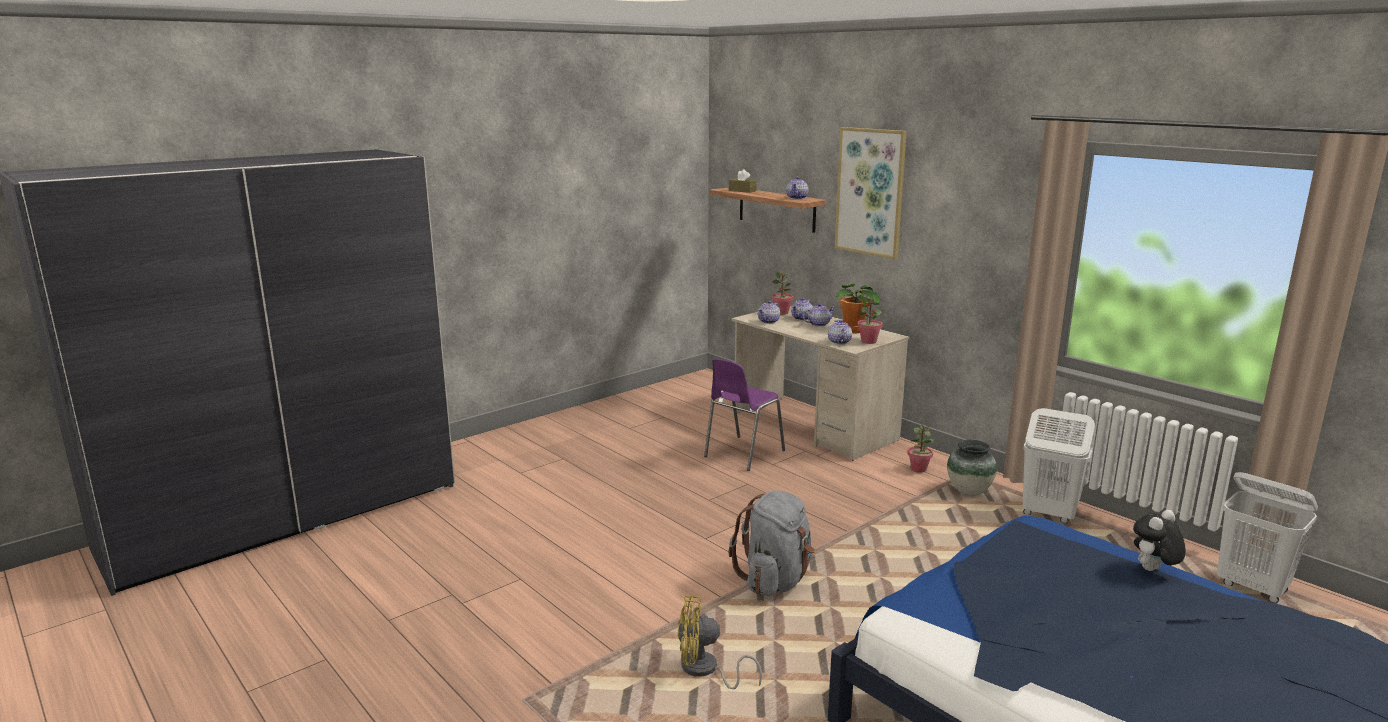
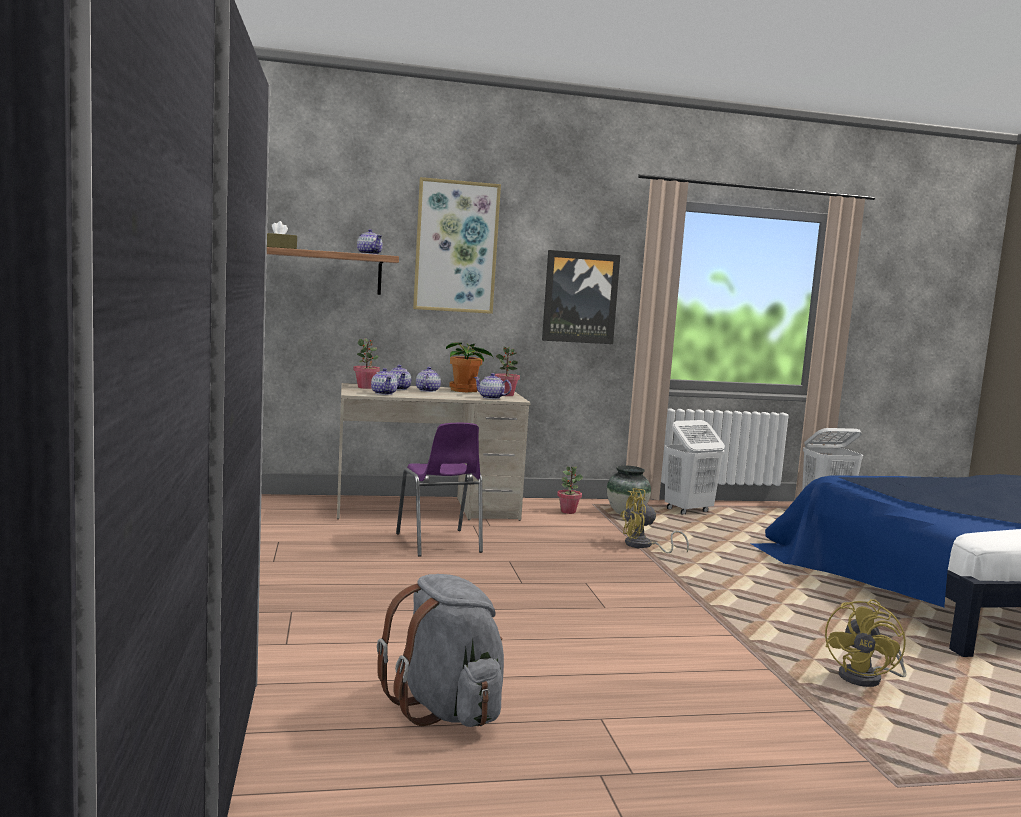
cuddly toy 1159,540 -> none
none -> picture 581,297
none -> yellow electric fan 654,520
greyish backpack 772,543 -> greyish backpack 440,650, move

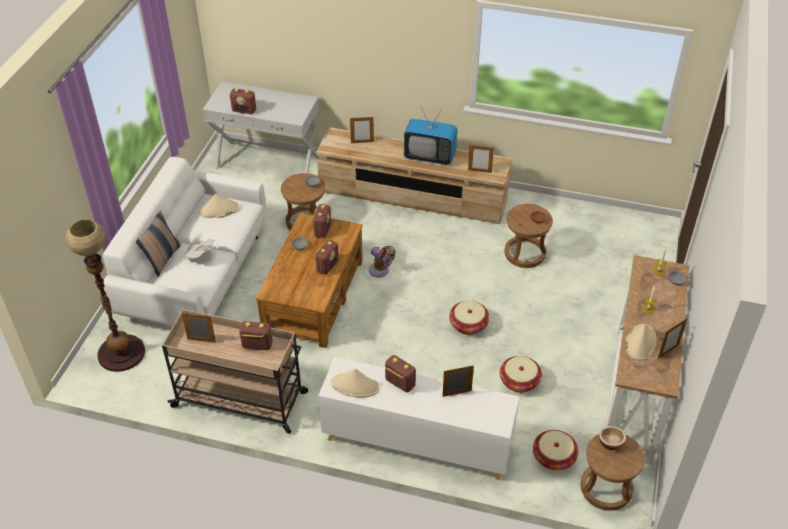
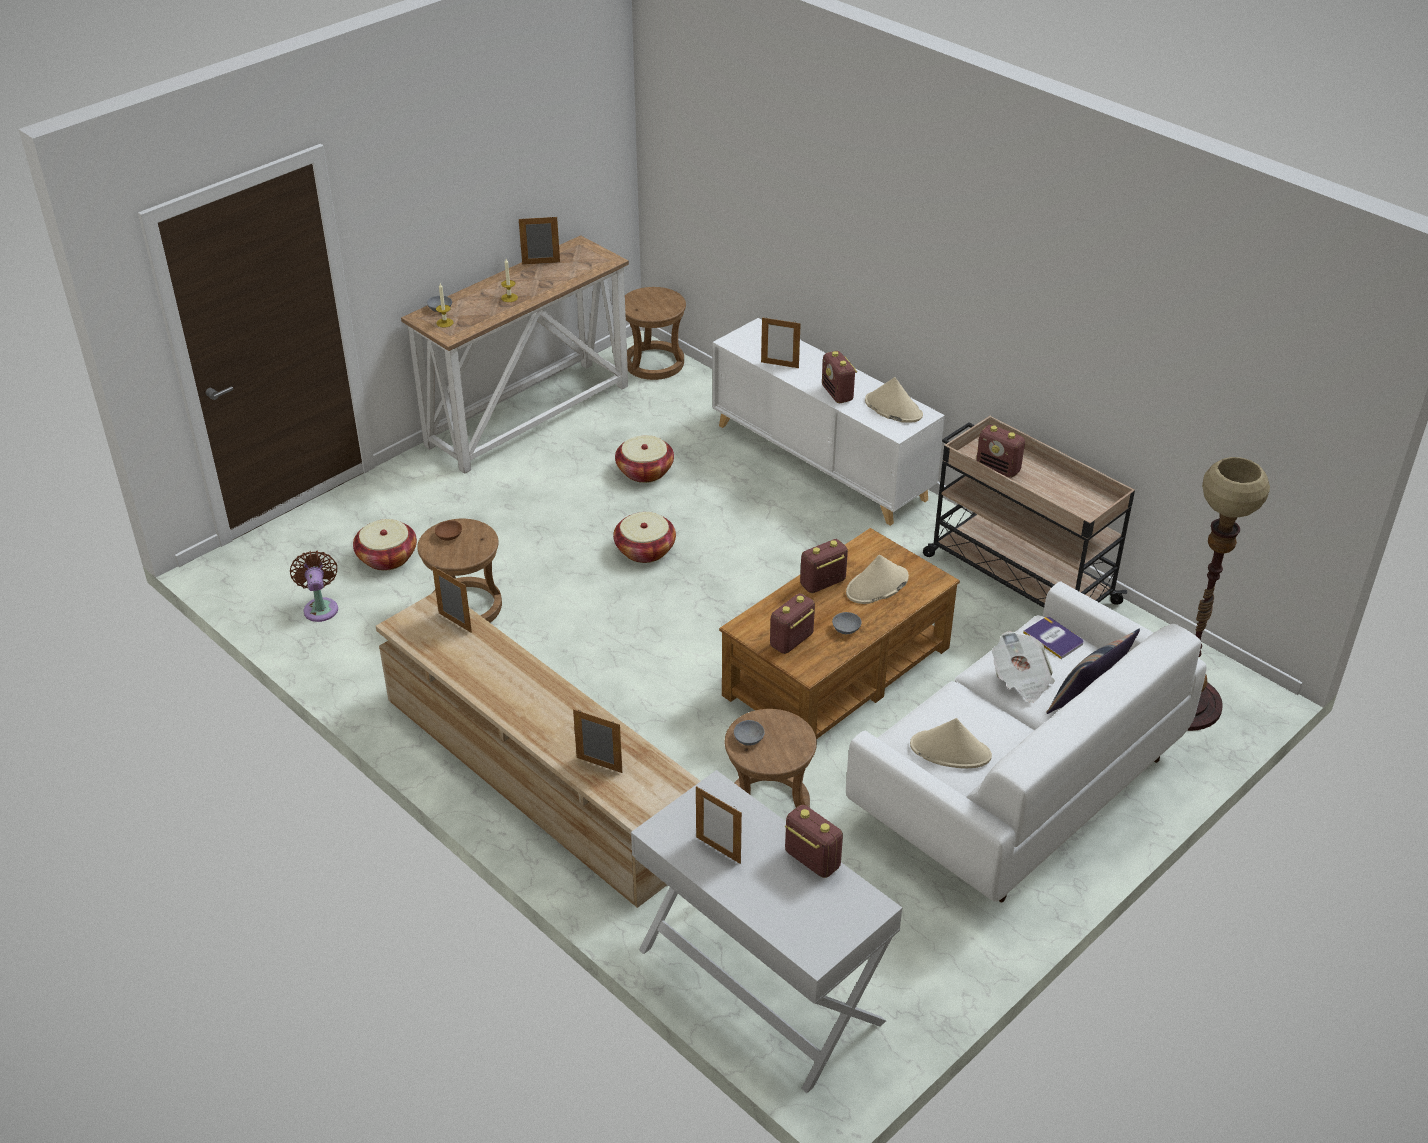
TV set 430,136 -> none
deep dish 612,438 -> none
none -> volume 1053,638
photo frame 199,328 -> photo frame 719,825, move
brown electric fan 382,261 -> brown electric fan 314,586, move
storage basket 555,450 -> storage basket 385,545, move
beige-coloured hat 641,341 -> beige-coloured hat 877,579, move

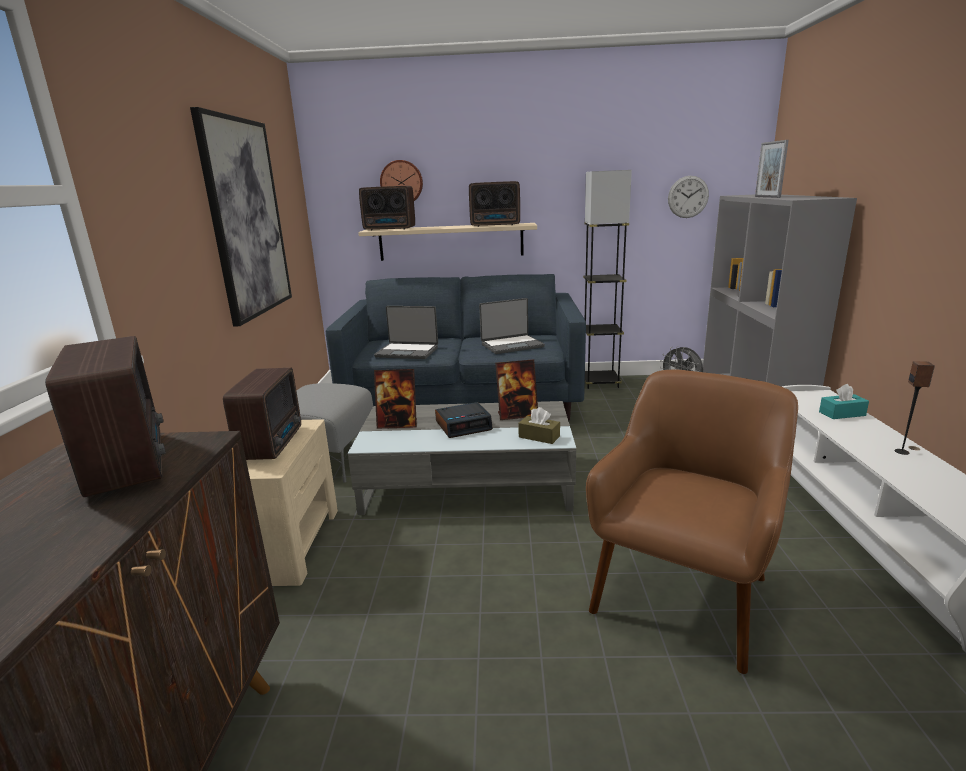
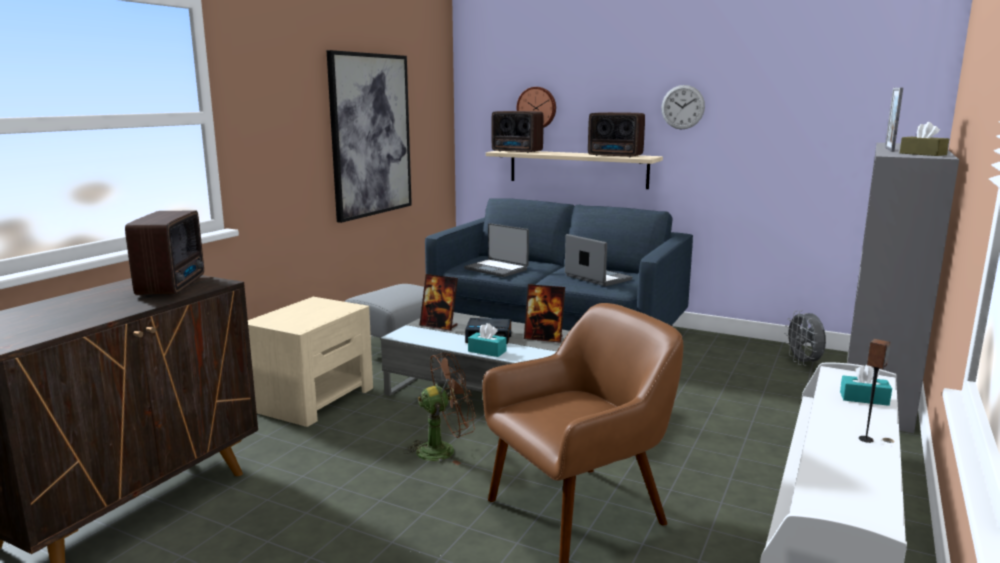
radio 262,414 -> none
greyish standard lamp 607,279 -> none
none -> brown electric fan 439,409
none -> turquoise-coloured tissue box 487,340
brown tissue box 539,425 -> brown tissue box 924,139, move
wall clock 688,197 -> wall clock 683,107, move
portable computer 512,326 -> portable computer 598,260, 135 degrees counterclockwise

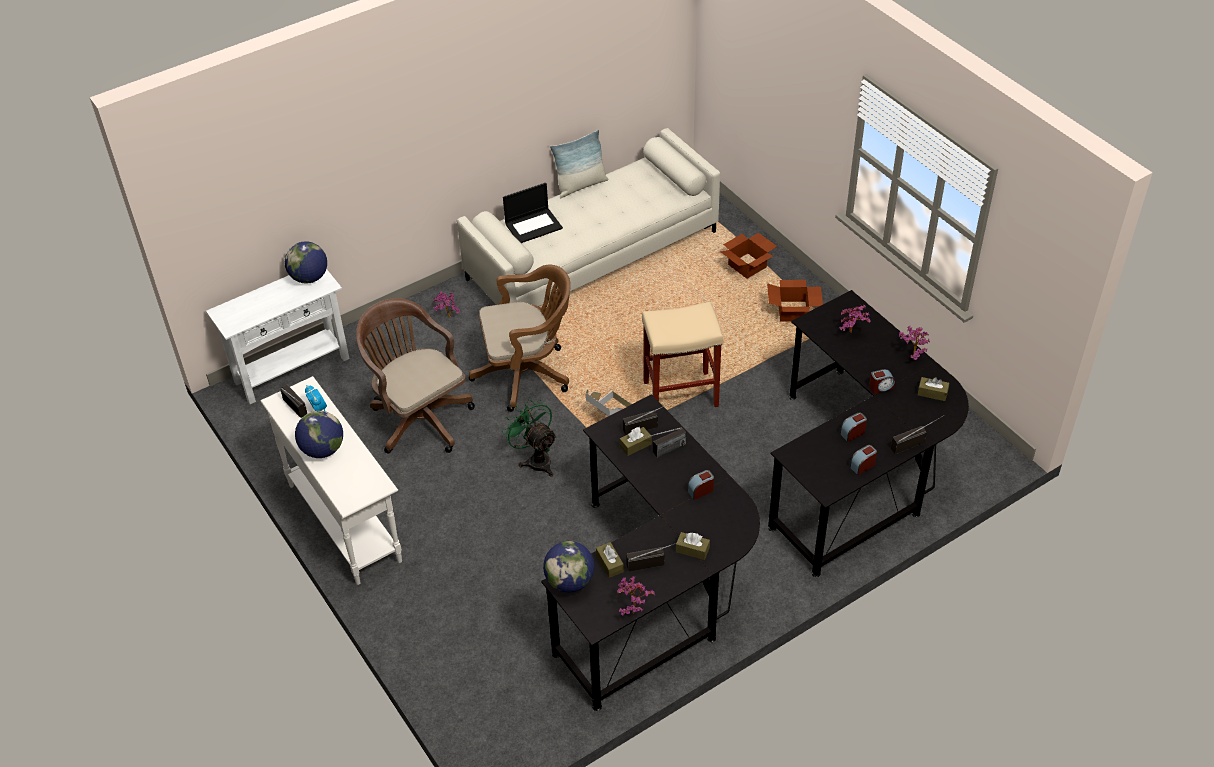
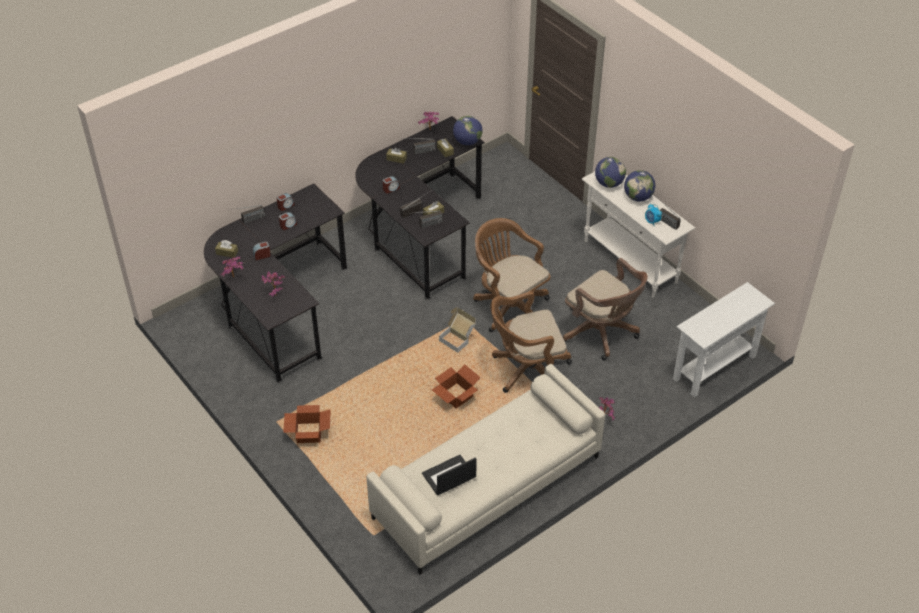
throw pillow 579,164 -> none
beige-coloured sitting stool 682,354 -> none
desk globe 306,262 -> desk globe 610,172, move
portable computer 533,213 -> portable computer 449,475, move
cardboard box 748,256 -> cardboard box 456,386, move
green electric fan 529,438 -> brown desk chair 511,275

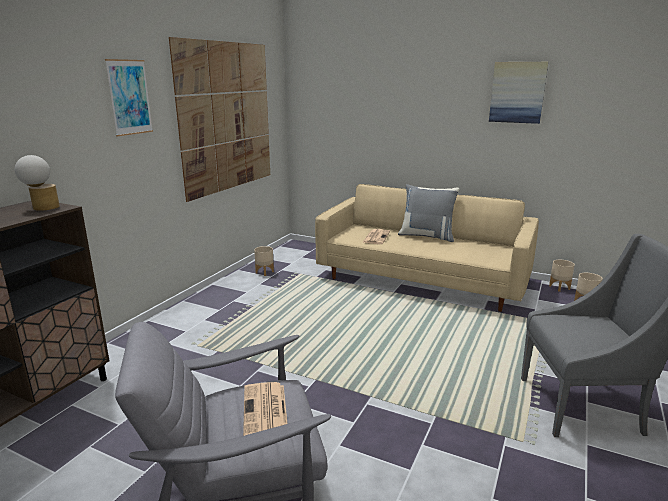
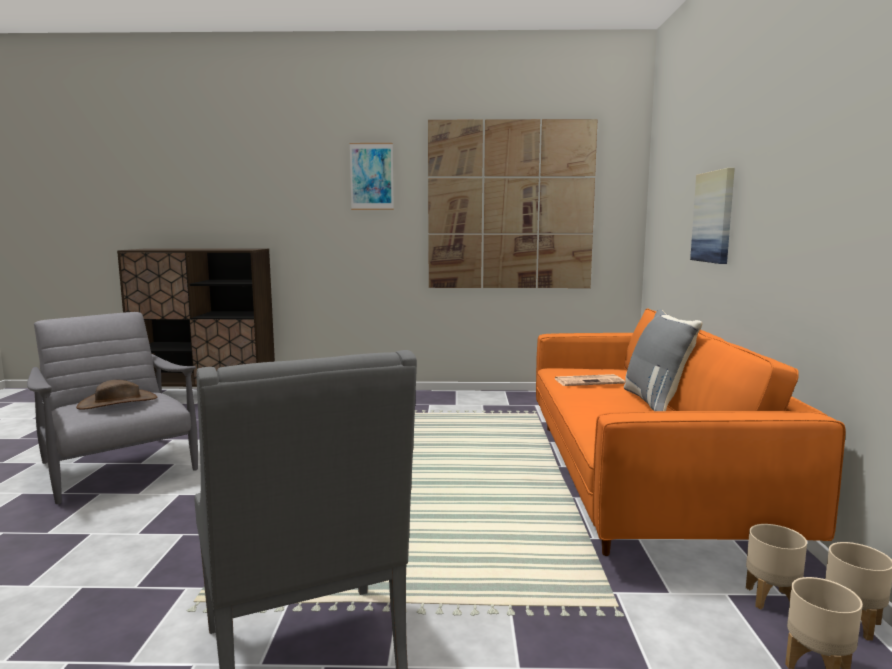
table lamp 37,183 -> none
beige-coloured planter 264,261 -> beige-coloured planter 776,566, move
picture 518,93 -> picture 712,216, move
daily paper 265,409 -> brown hat 116,395
beige-coloured settee 427,248 -> orange-coloured settee 690,432

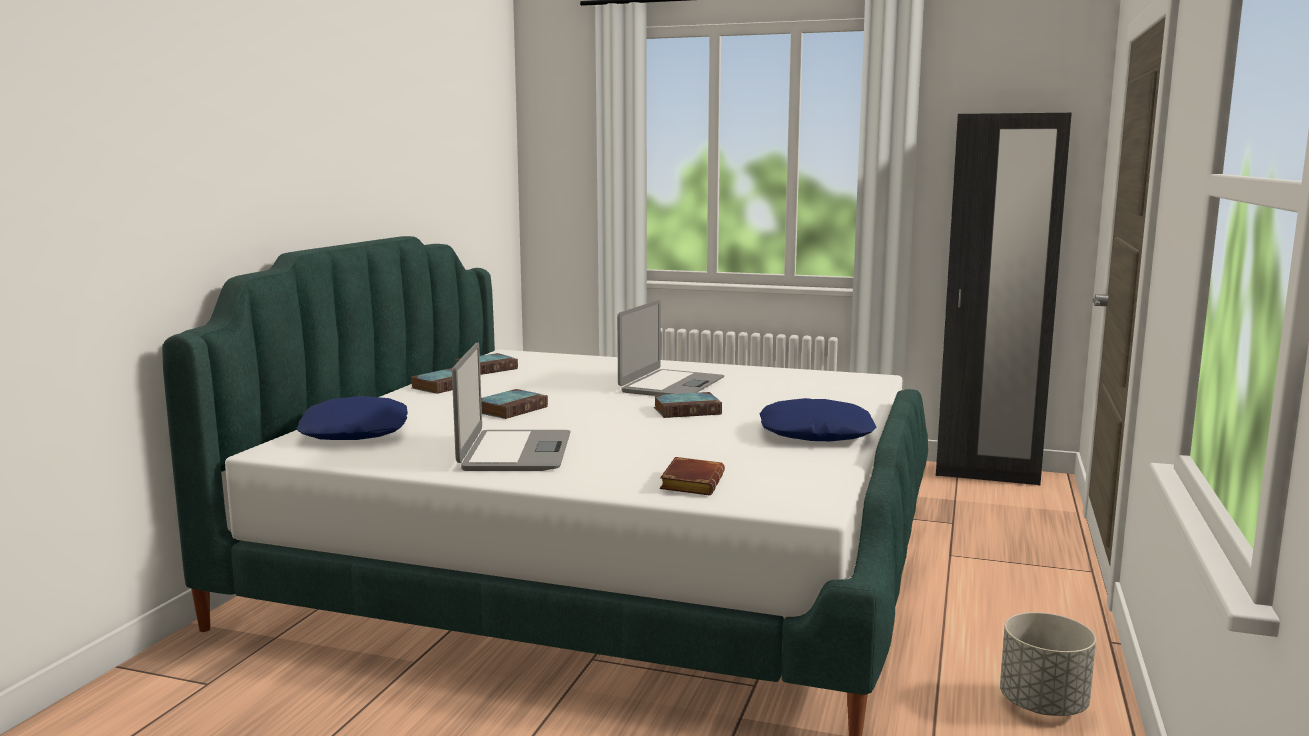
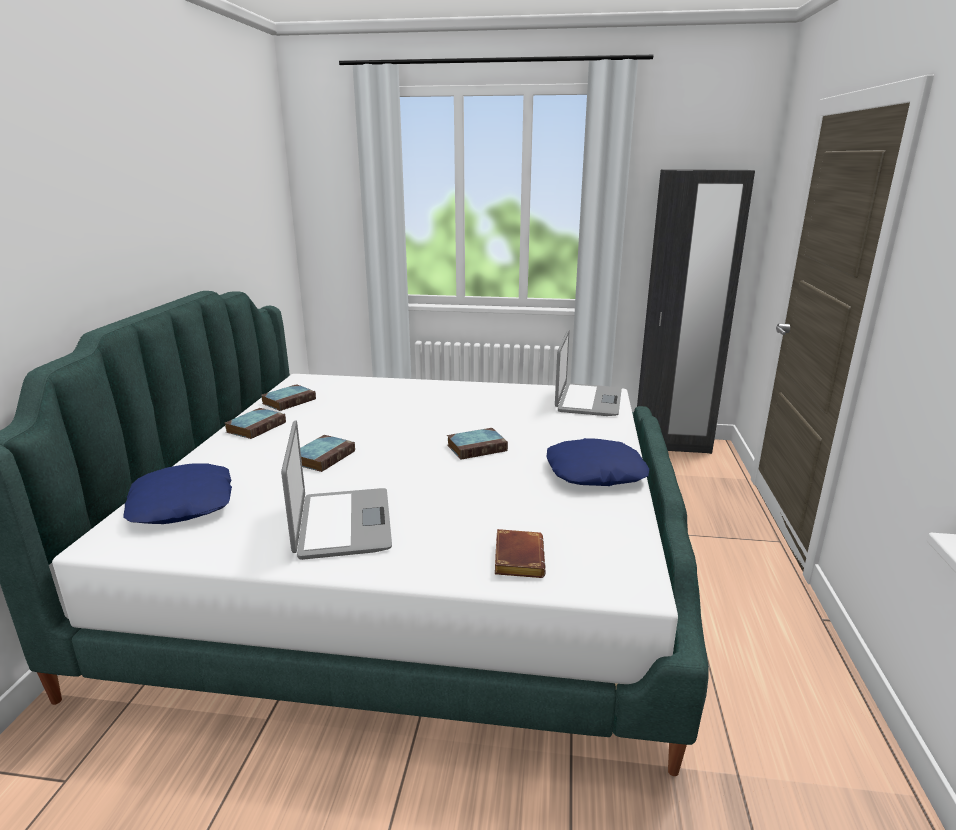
greyish planter 1048,664 -> none
portable computer 670,348 -> portable computer 588,373, move

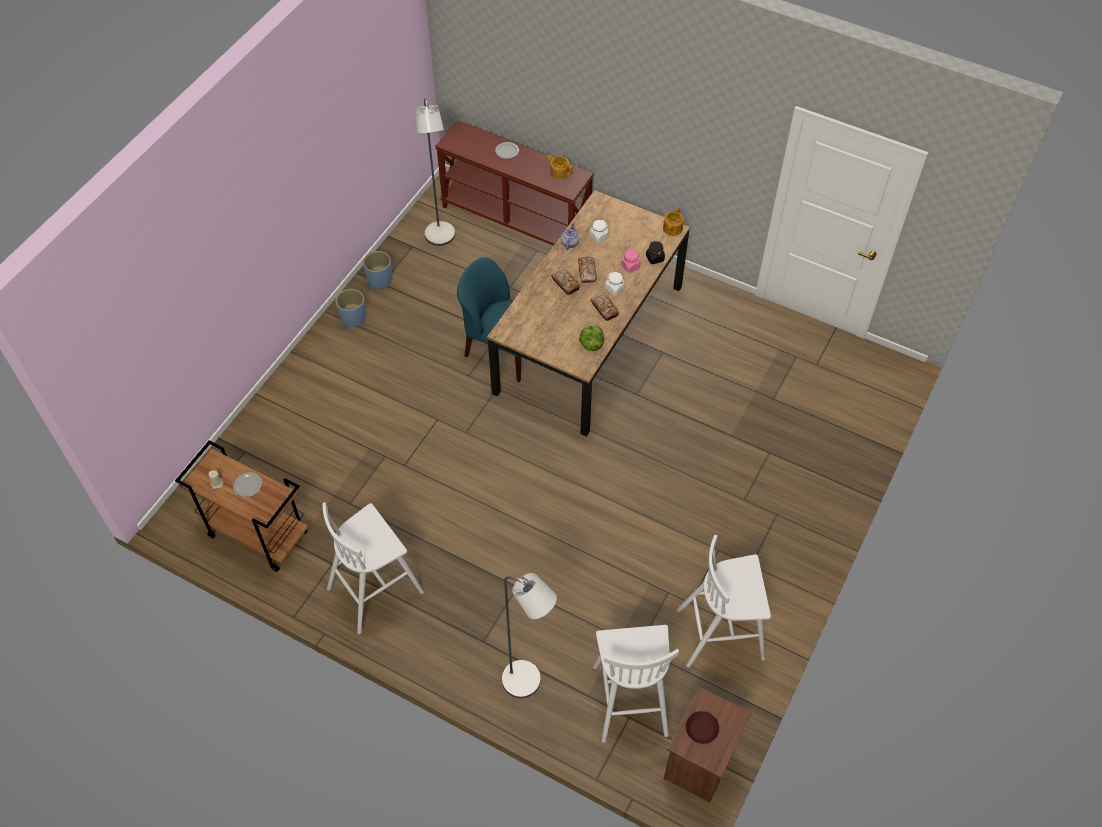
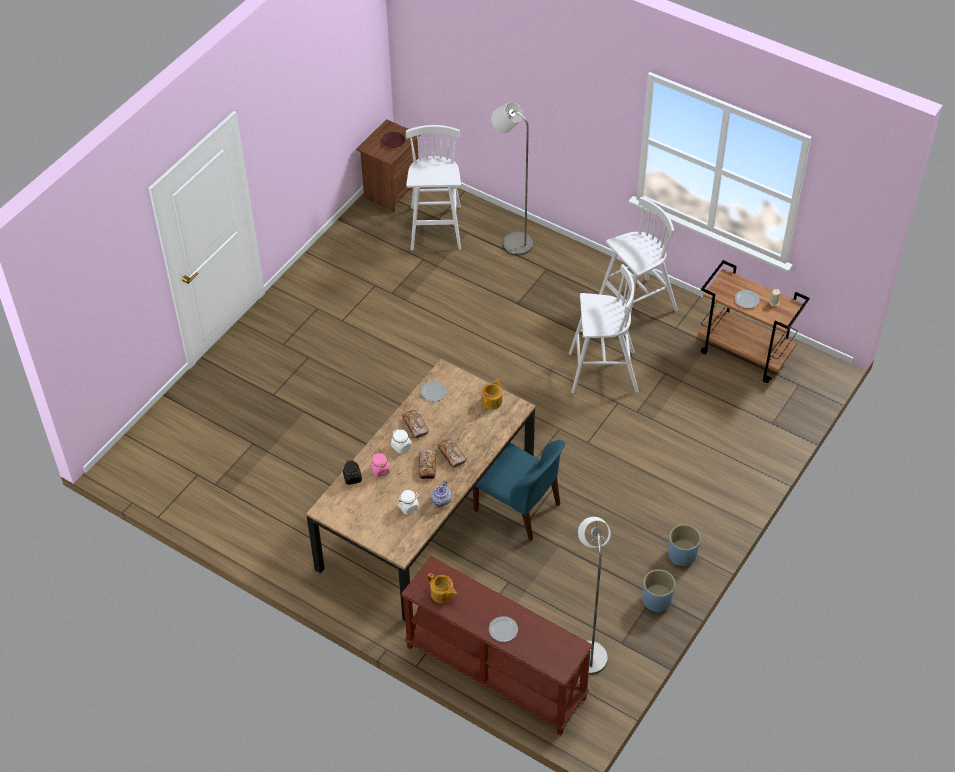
pot for tea 673,221 -> pot for tea 491,394, move
white-coloured sitting stool 724,601 -> white-coloured sitting stool 604,329, move
head of lettuce 591,337 -> dinner plate 433,391

